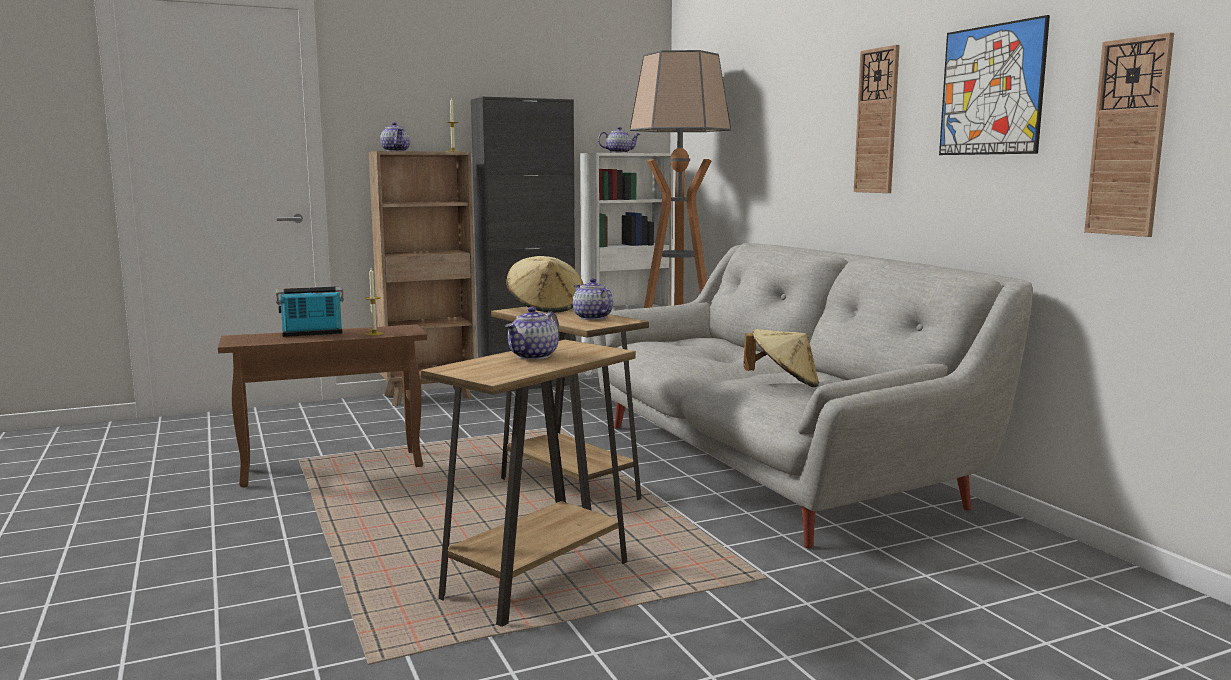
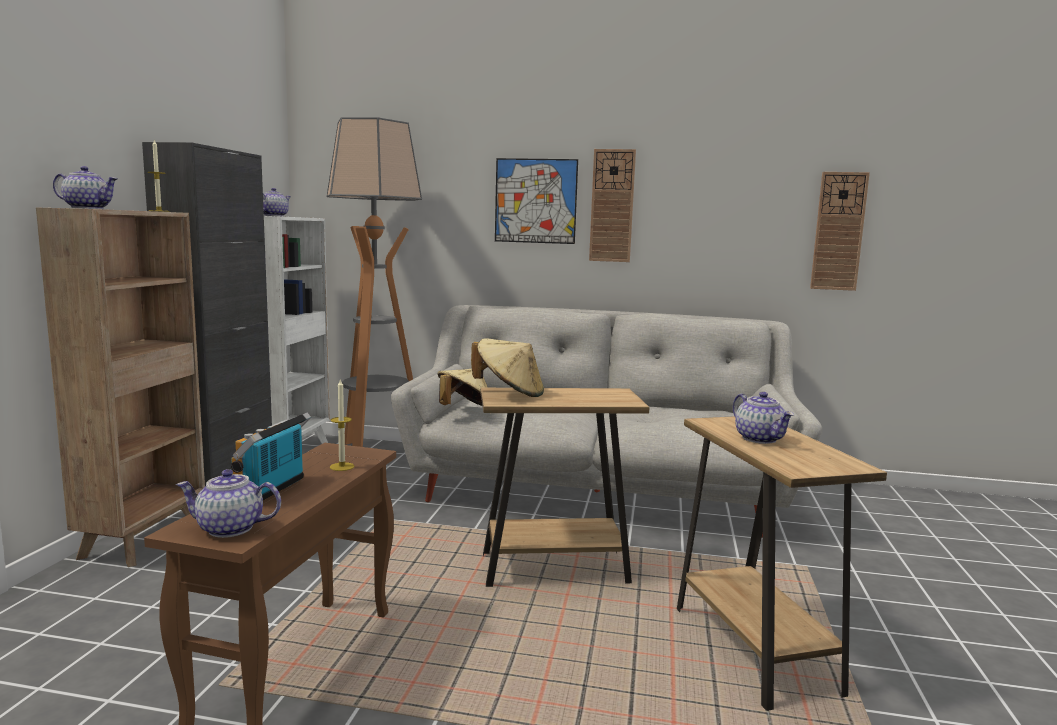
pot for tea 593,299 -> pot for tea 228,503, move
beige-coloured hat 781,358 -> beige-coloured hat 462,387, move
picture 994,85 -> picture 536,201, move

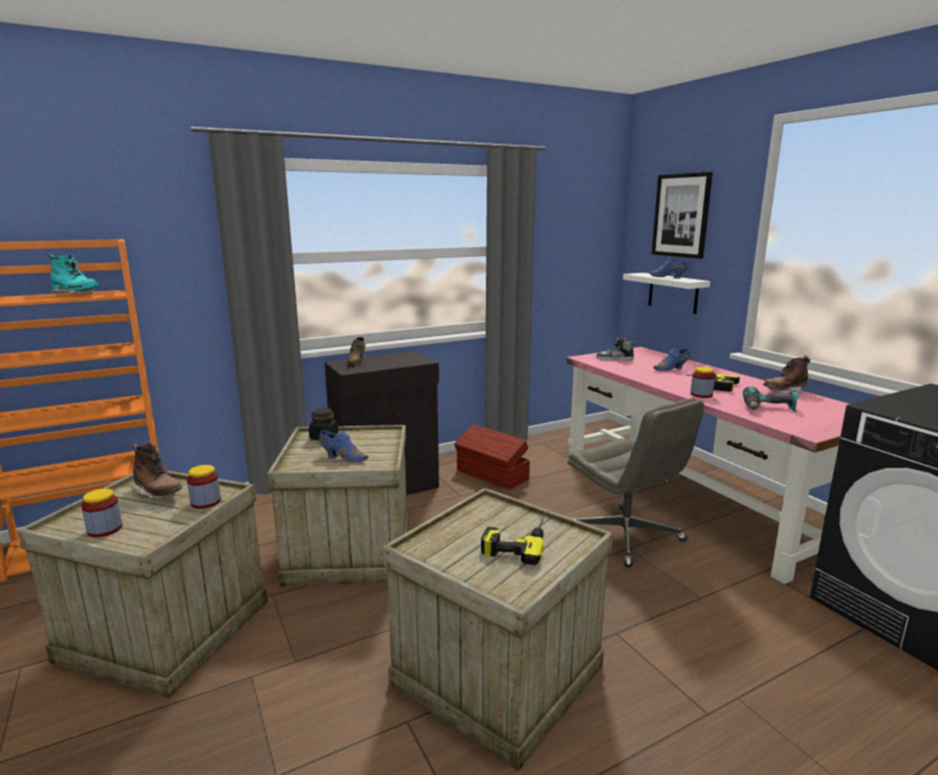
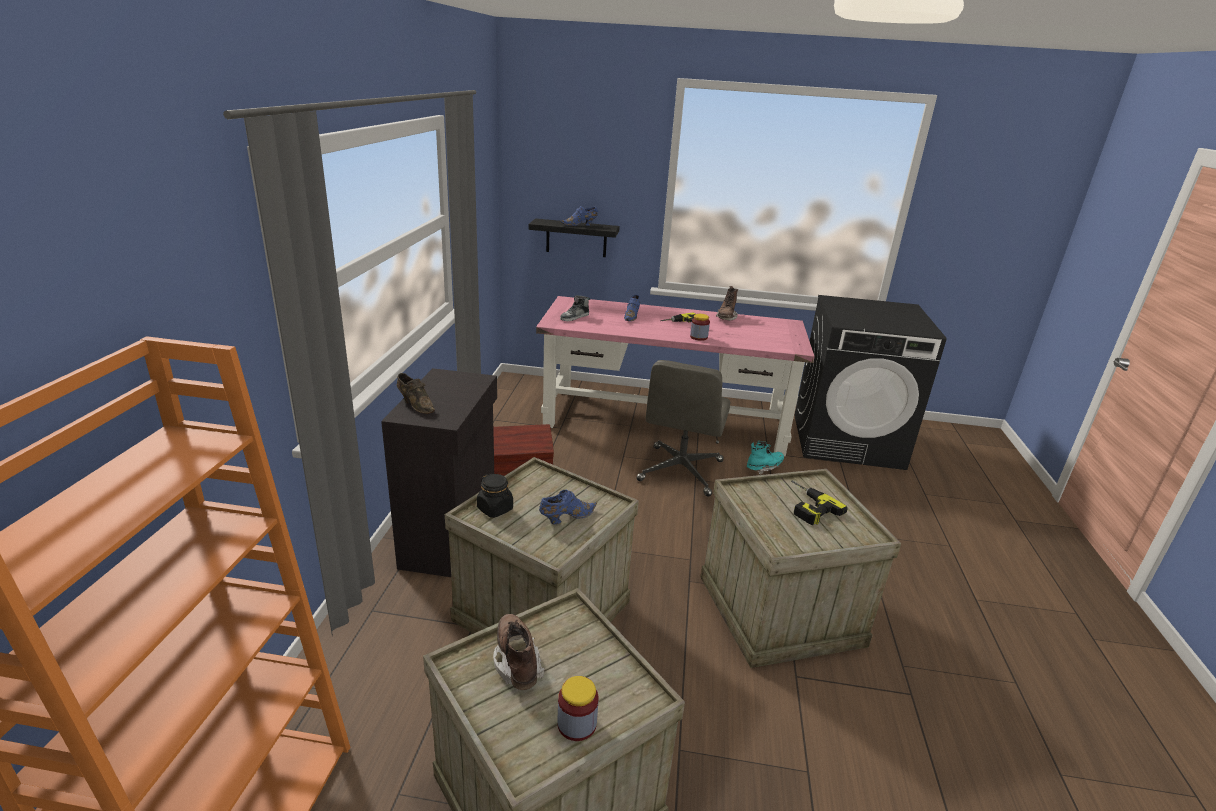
jar 204,487 -> none
picture 682,215 -> none
drill 771,399 -> none
turquoise-coloured high-top boot 74,274 -> turquoise-coloured high-top boot 765,458, move
white-coloured wall shelf 666,293 -> black wall shelf 574,237
brown high-top boot 157,471 -> brown high-top boot 519,652, 90 degrees counterclockwise
greyish desk chair 635,482 -> greyish desk chair 683,428, 105 degrees clockwise

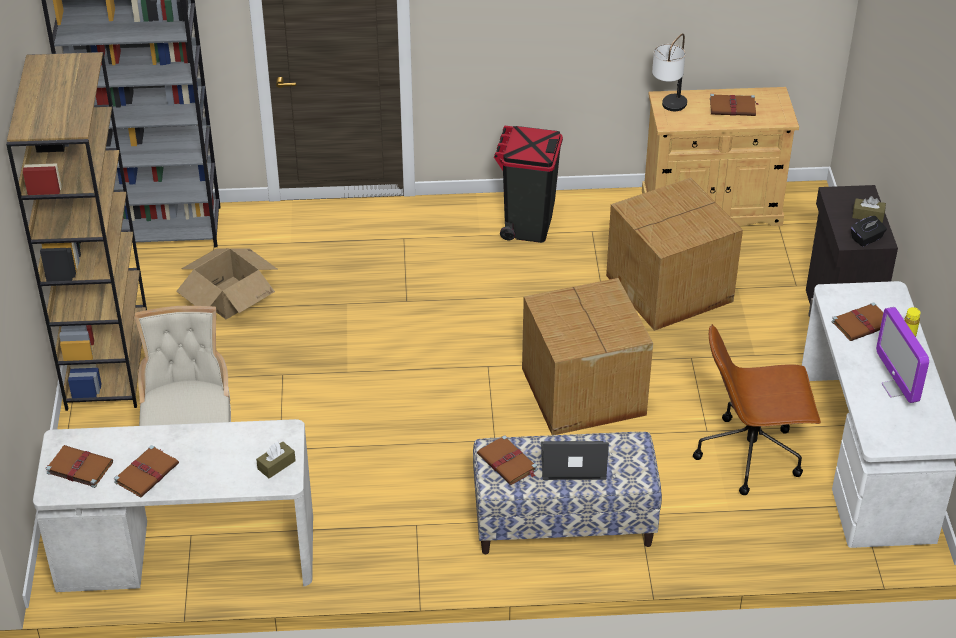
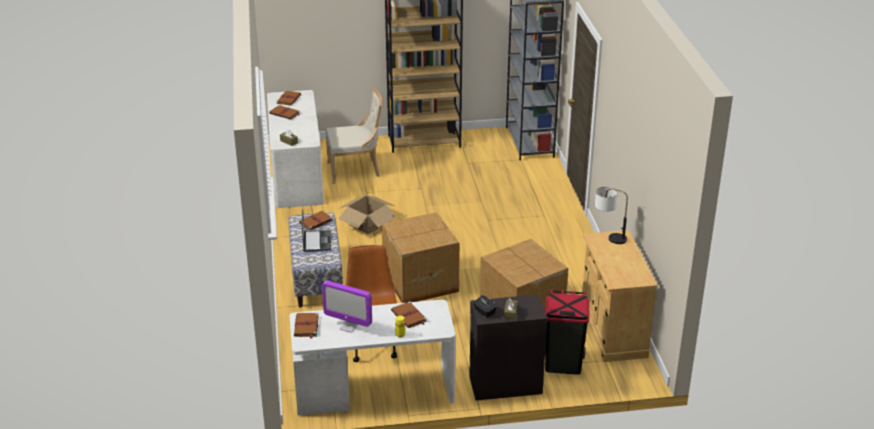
cardboard box 227,283 -> cardboard box 367,215, move
black rubbish bin 528,184 -> black rubbish bin 567,332, move
brown volume 734,105 -> brown volume 306,326, move
monitor 902,355 -> monitor 347,306, 135 degrees counterclockwise

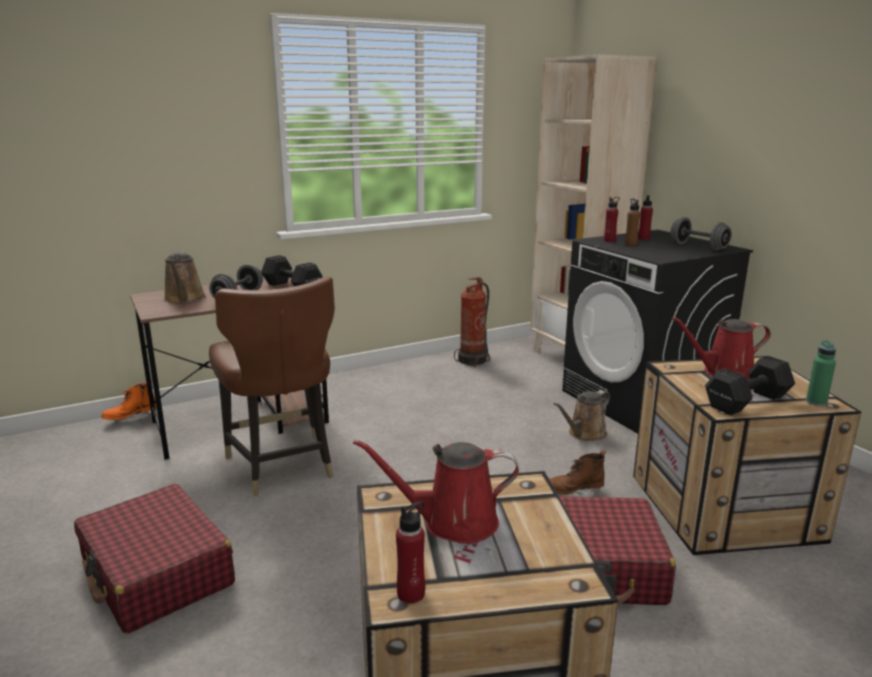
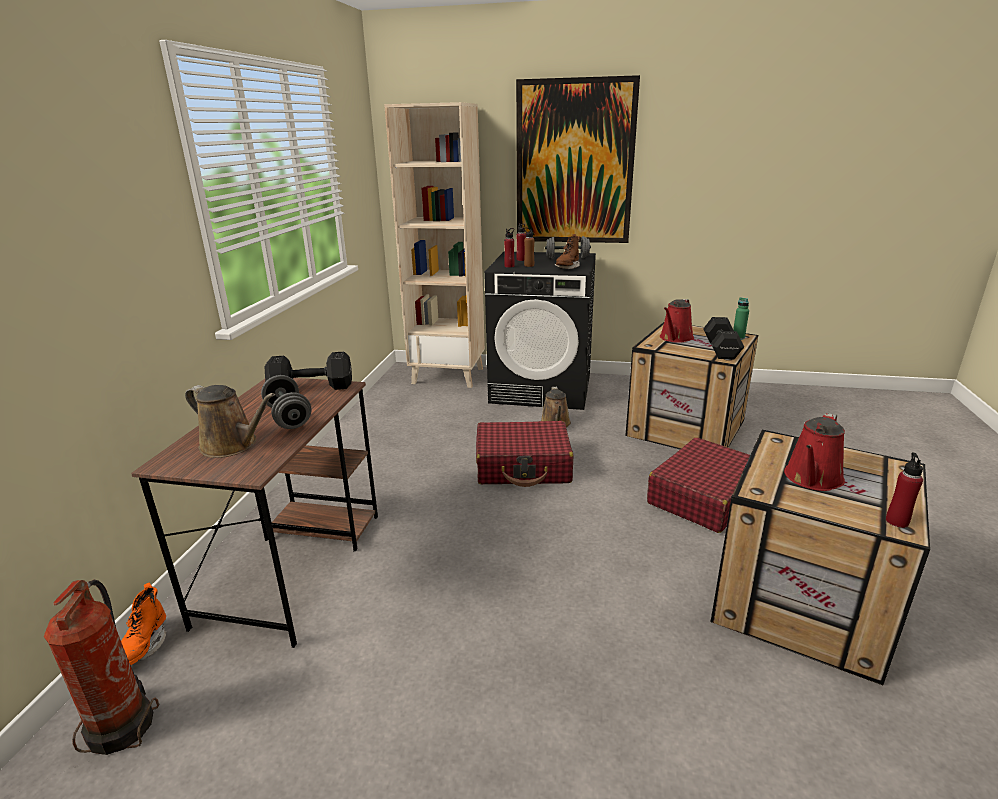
brown plain chair 272,386 -> none
none -> picture 578,159
reddish suitcase 154,559 -> reddish suitcase 524,454, move
extinguisher 472,322 -> extinguisher 102,667, move
brown high-top boot 577,474 -> brown high-top boot 567,251, move

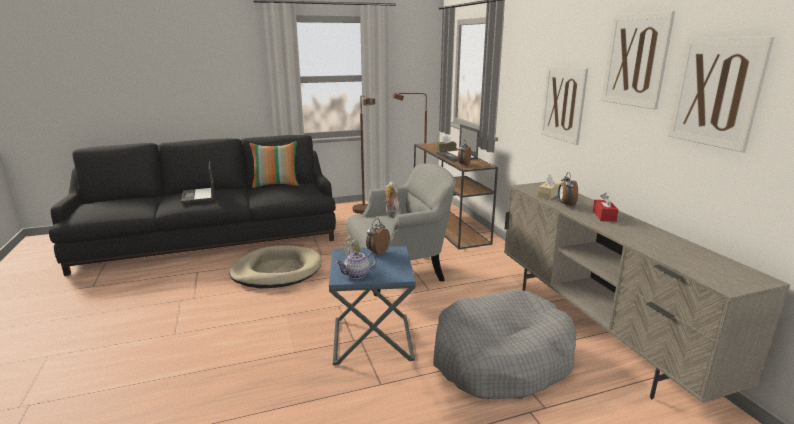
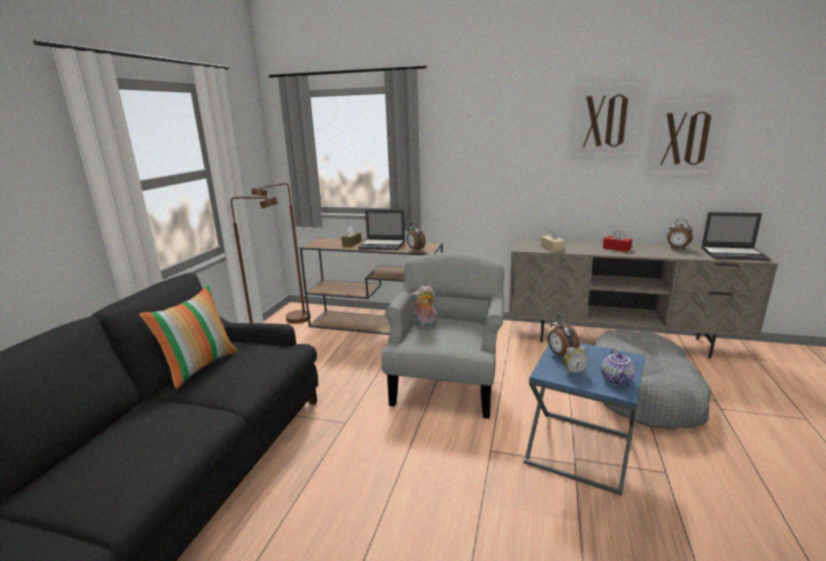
beige-coloured pet bed 275,266 -> none
picture 564,105 -> none
portable computer 197,181 -> portable computer 735,236, move
table clock 568,189 -> table clock 680,234, move

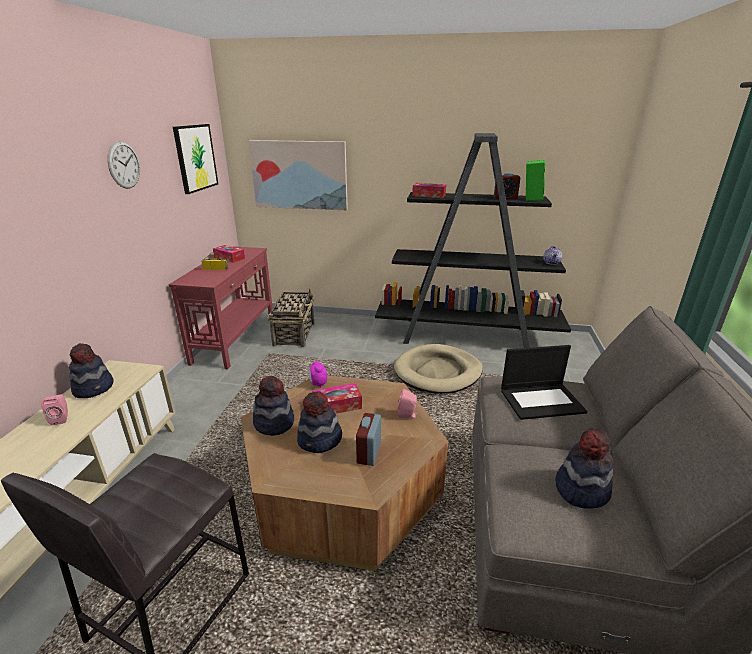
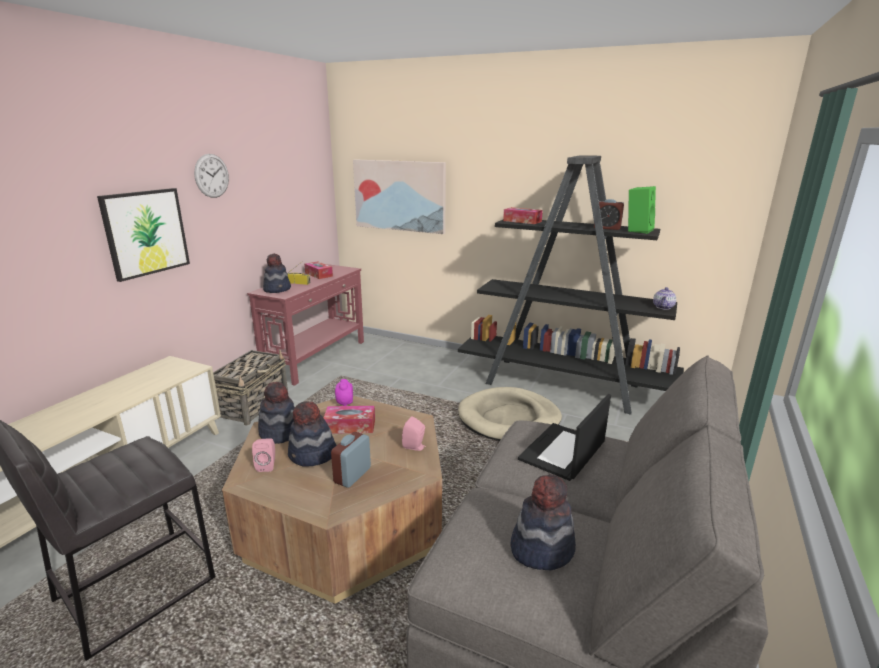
pink-coloured audio speaker 54,410 -> pink-coloured audio speaker 263,455, move
hat 91,370 -> hat 277,273, move
picture 195,159 -> picture 143,235, move
storage basket 291,318 -> storage basket 250,387, move
portable computer 544,382 -> portable computer 564,437, 120 degrees clockwise

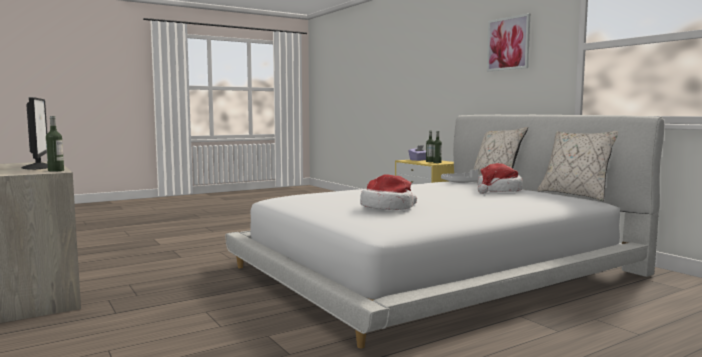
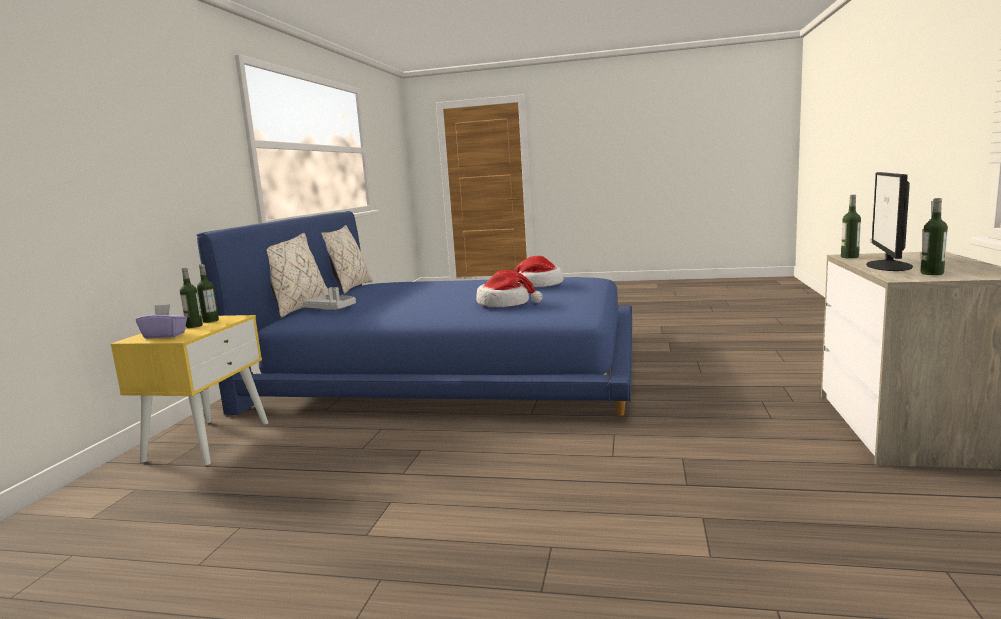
picture 508,42 -> none
none -> beverage bottle 934,236
hat 500,178 -> hat 509,288, move
white-coloured bed 445,231 -> bluish bed 414,313

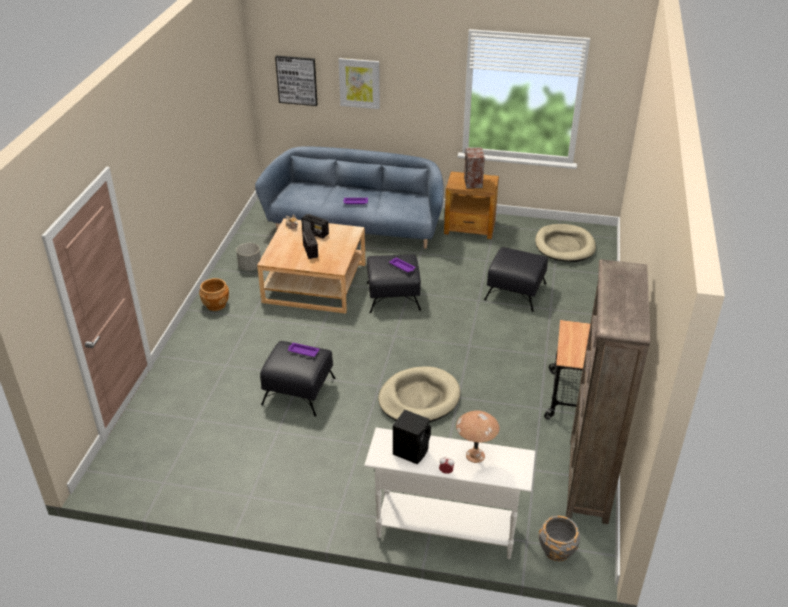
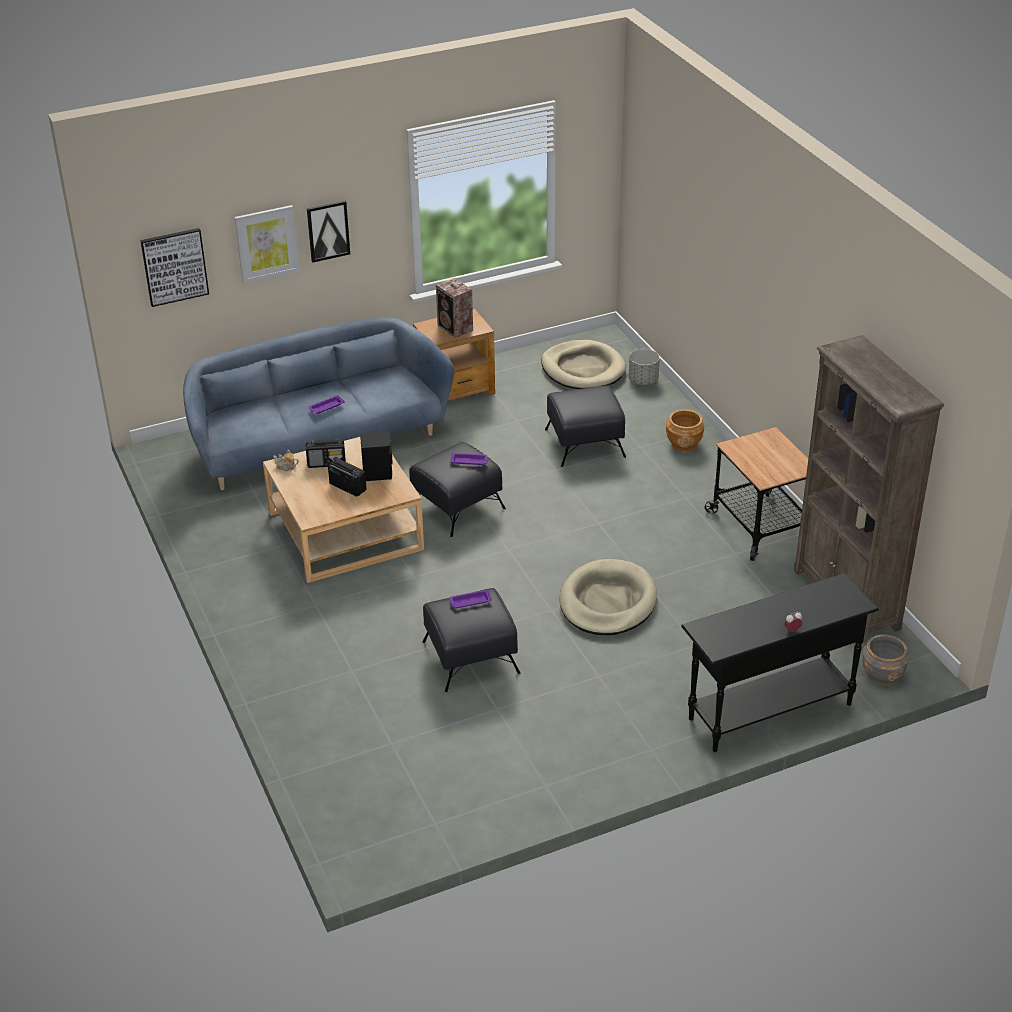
brown table lamp 477,436 -> none
none -> picture 328,231
brown planter 214,294 -> brown planter 684,431, move
greyish planter 248,257 -> greyish planter 644,367, move
black audio speaker 412,437 -> black audio speaker 376,456, move
white-coloured console table 449,493 -> black console table 780,662

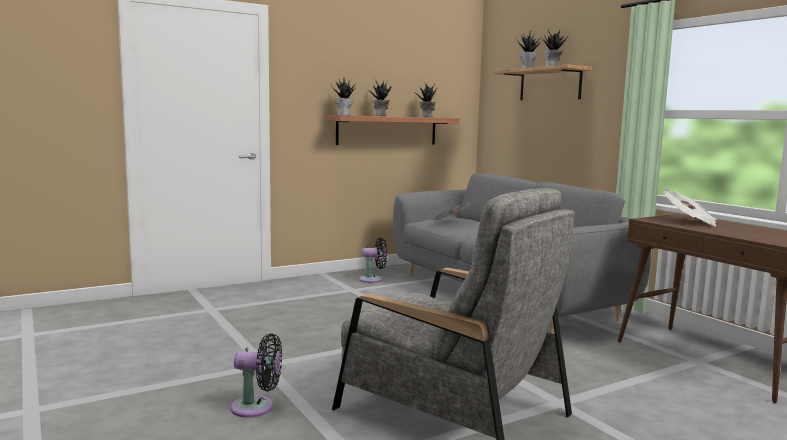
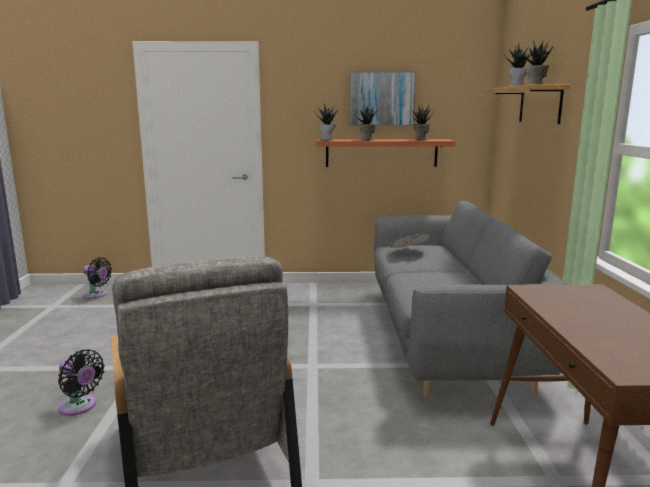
daily paper 690,207 -> none
none -> picture 382,98
black electric fan 373,260 -> black electric fan 97,278, move

